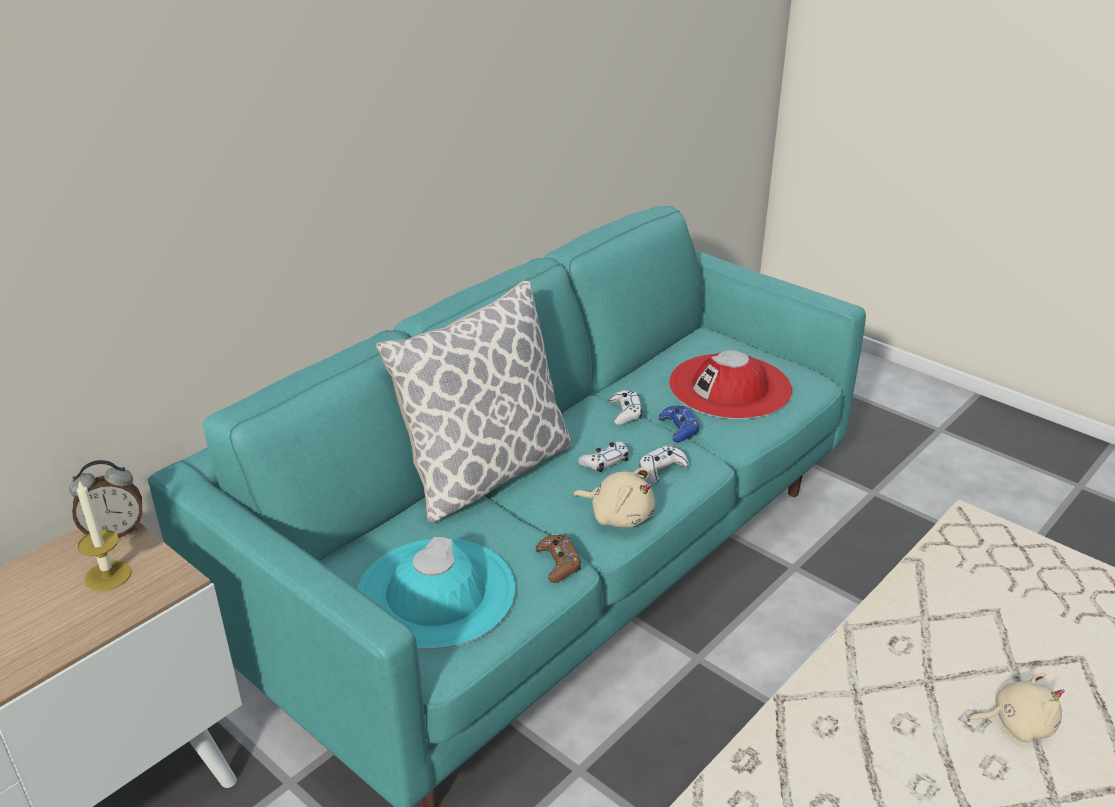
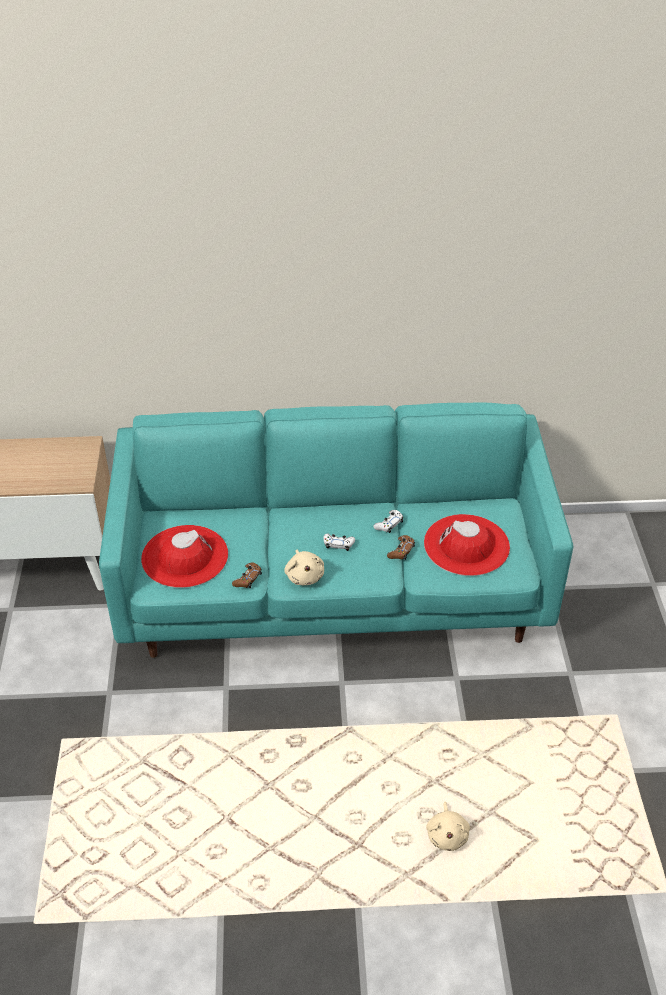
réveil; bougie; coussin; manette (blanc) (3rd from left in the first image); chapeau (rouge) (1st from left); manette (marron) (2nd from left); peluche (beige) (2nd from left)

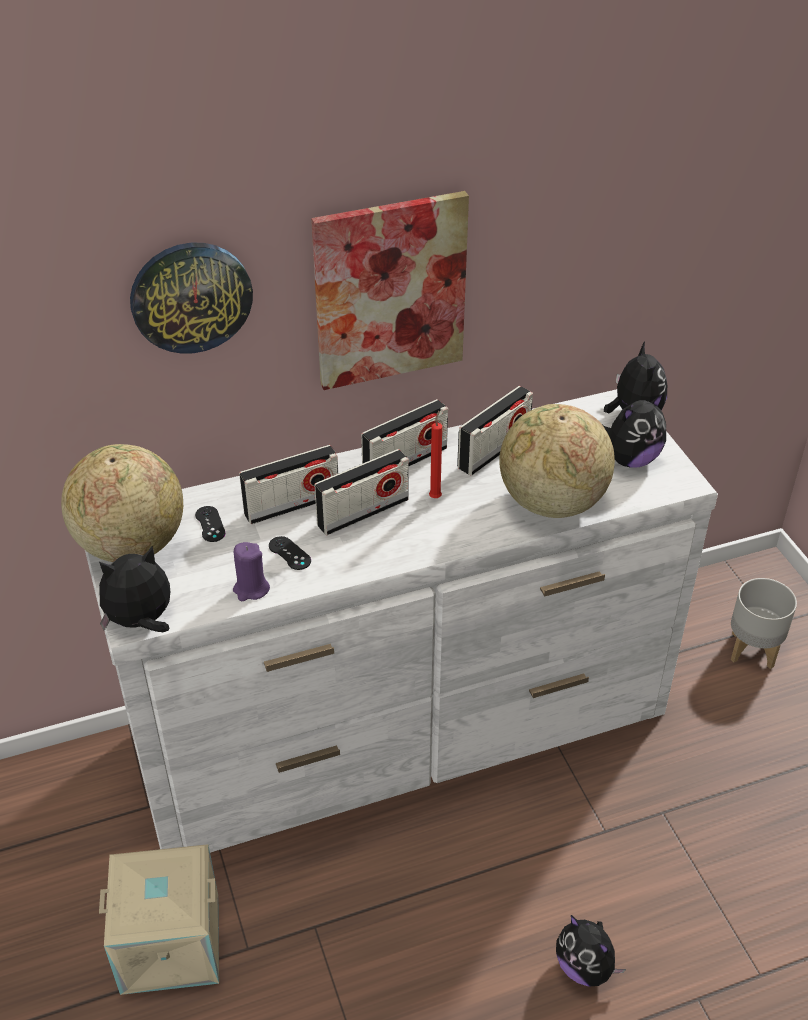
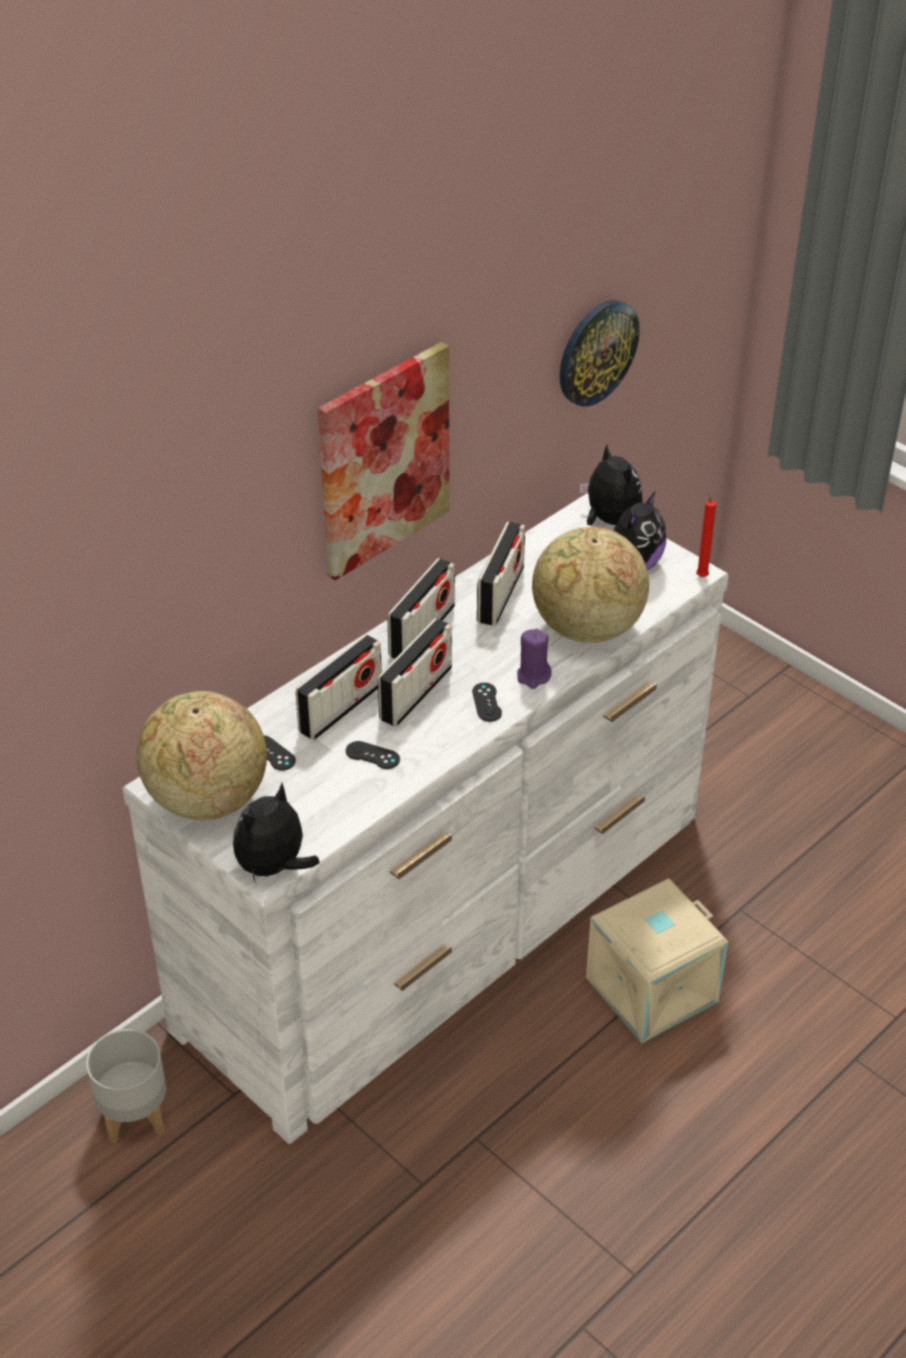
peluche (2nd from left in the first image); manette (noir) (3rd from left); boîte de rangement (beige); horloge murale; bougie (violet); bougie (rouge); cache-pot (gris)

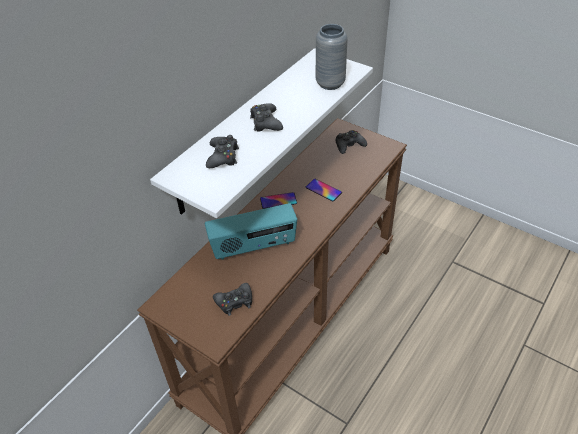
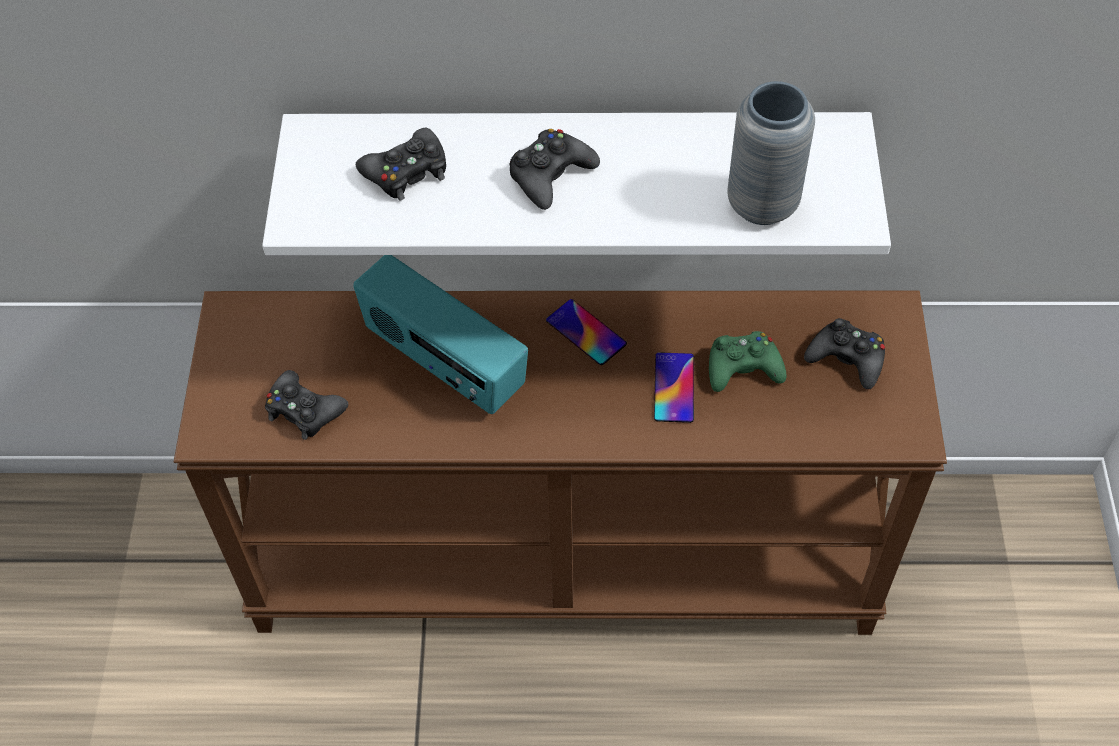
manette (vert)

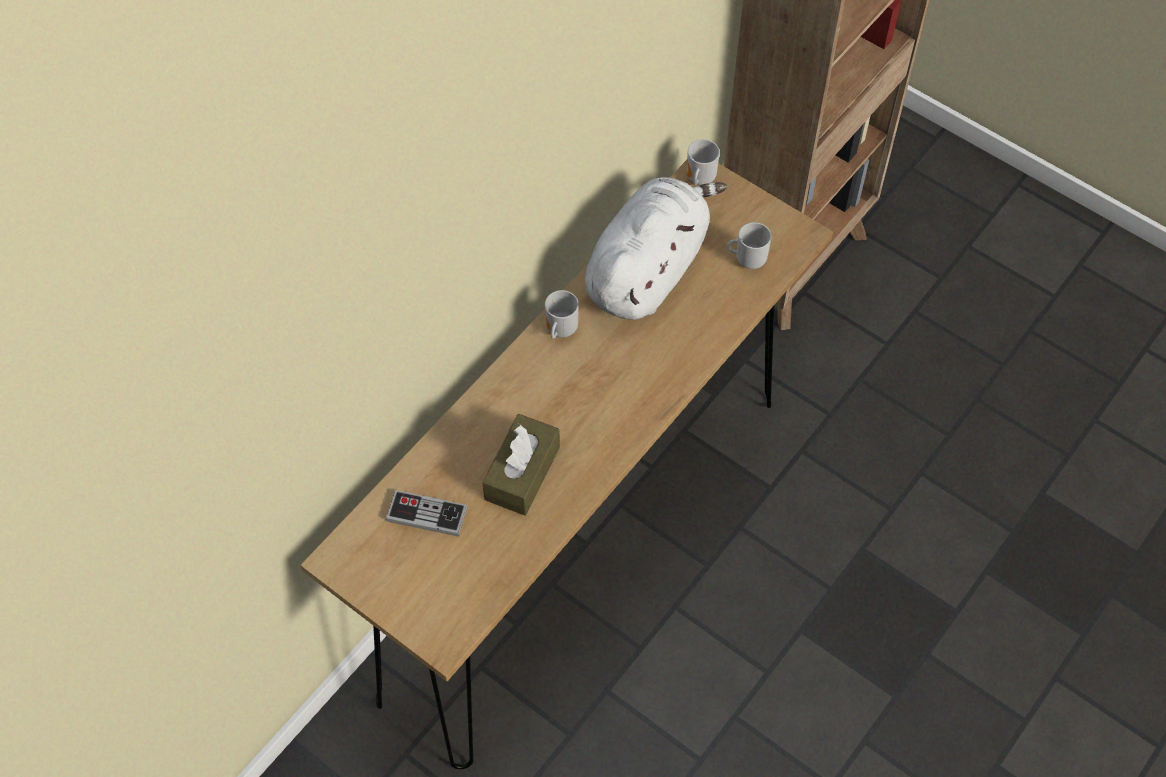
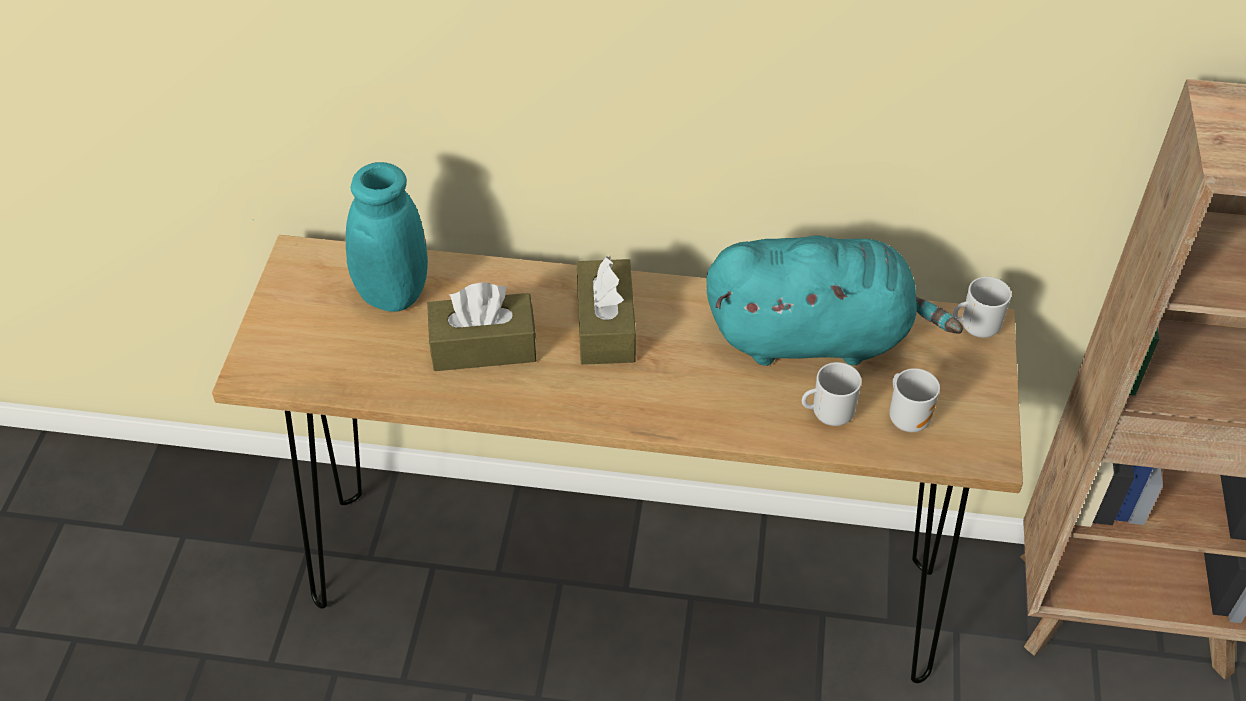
boîte à mouchoirs (marron) (2nd from left); mug (1st from left); vase (turquoise); peluche (turquoise)

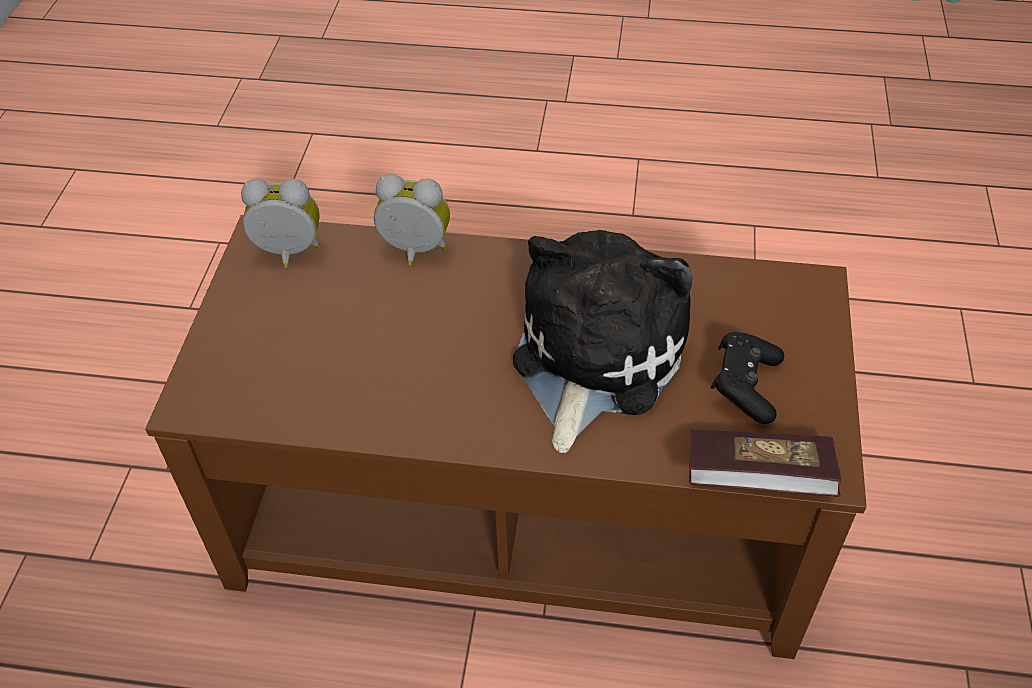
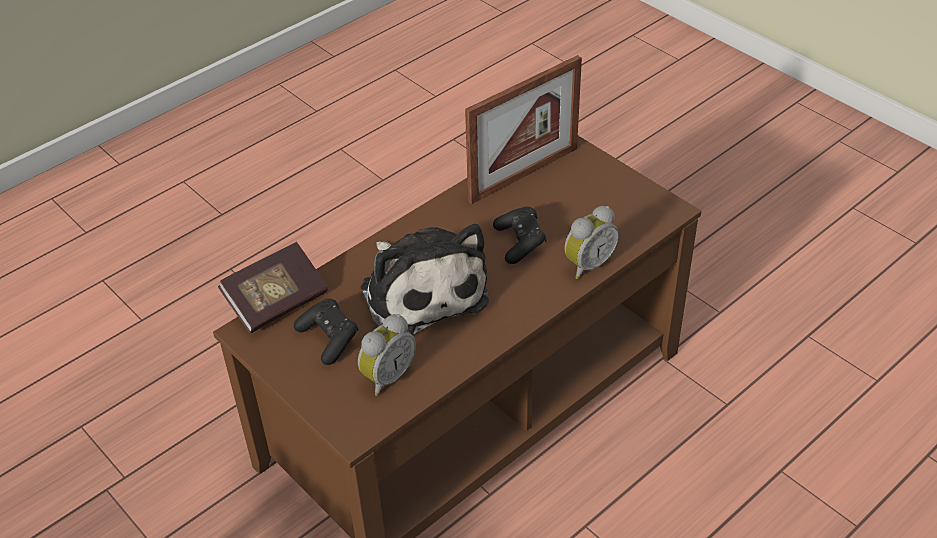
cadre photo; manette (noir) (2nd from left); réveil (1st from left)

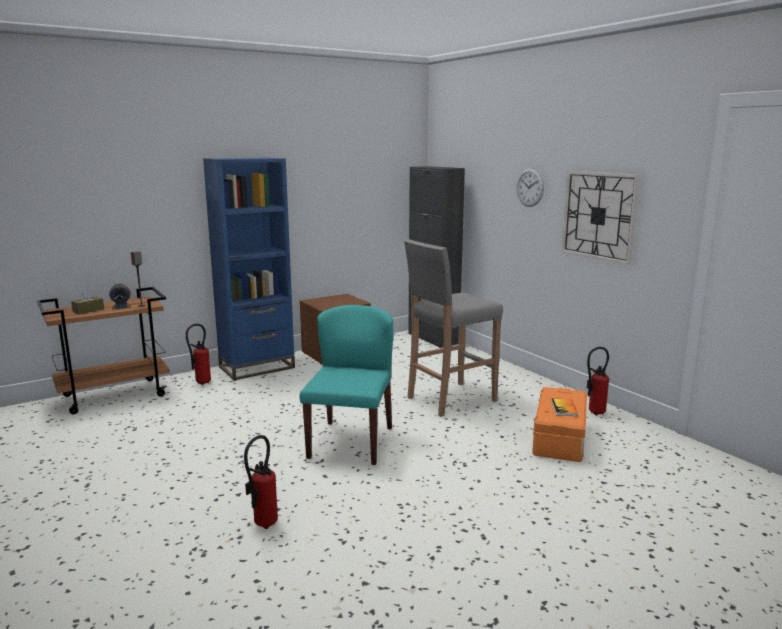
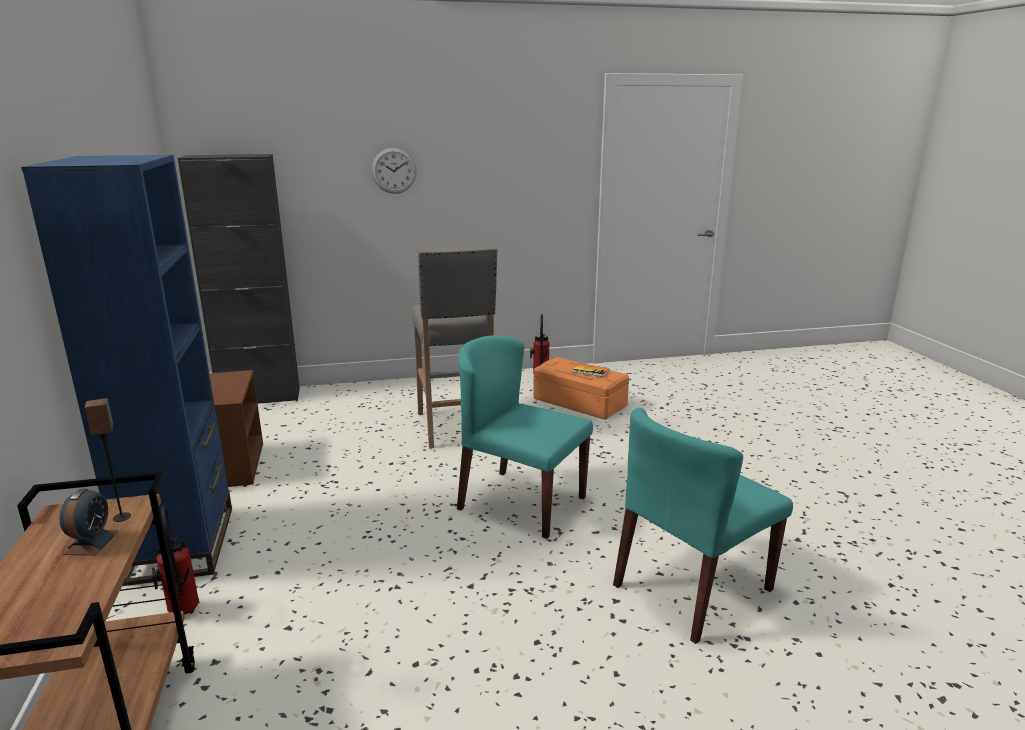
boîte à mouchoirs (marron); horloge murale (2nd from left in the first image); chaise (turquoise) (2nd from left)

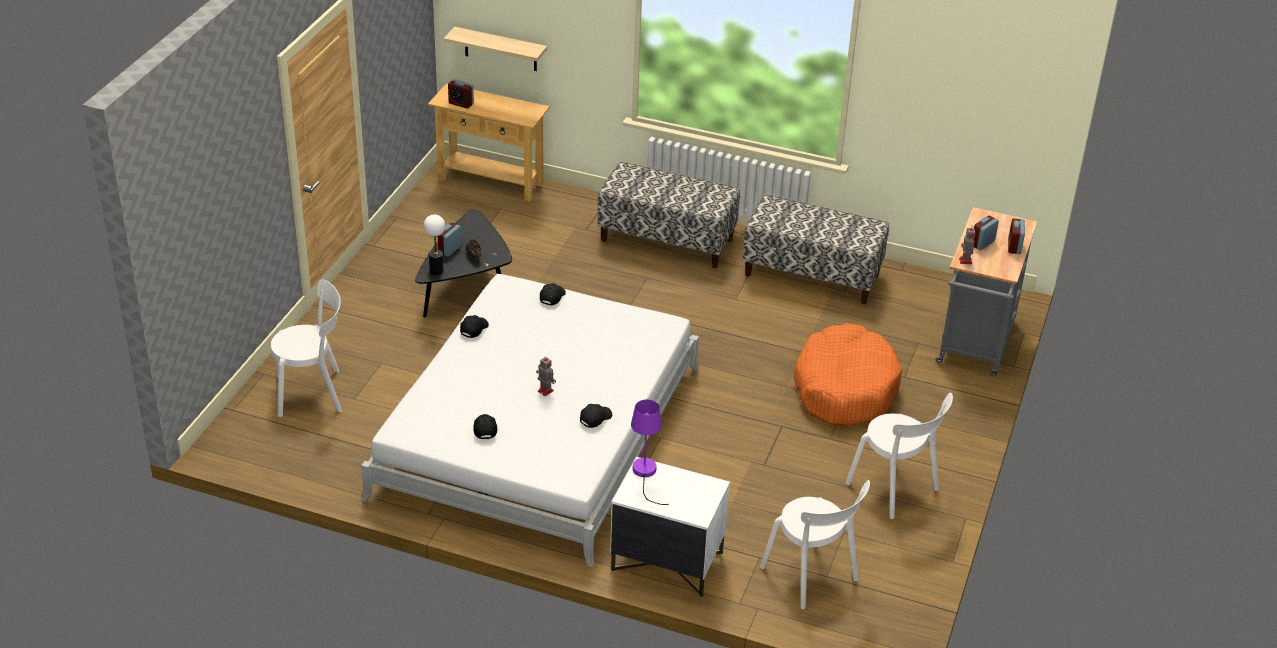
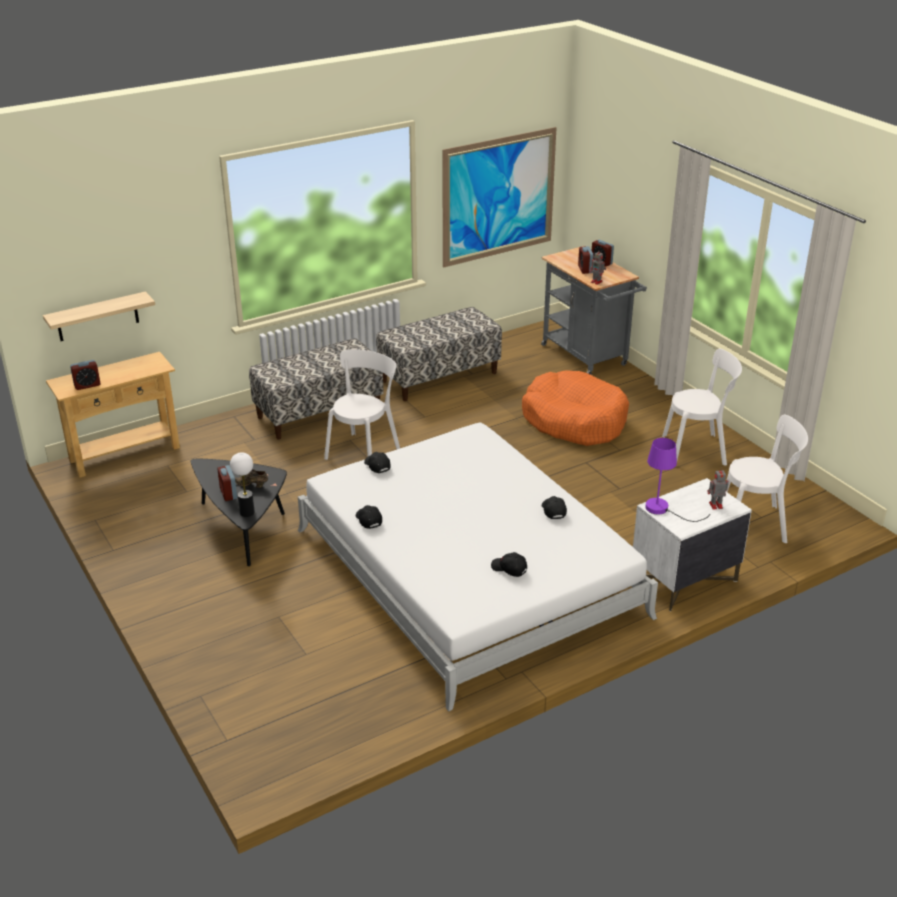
tableau; chaise (blanc) (1st from left); robot jouet (2nd from left)

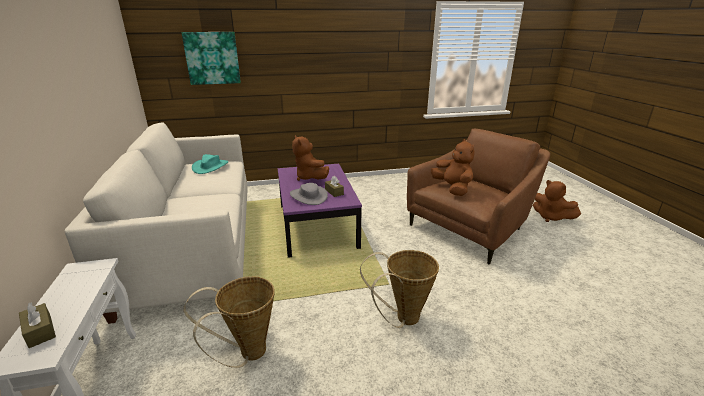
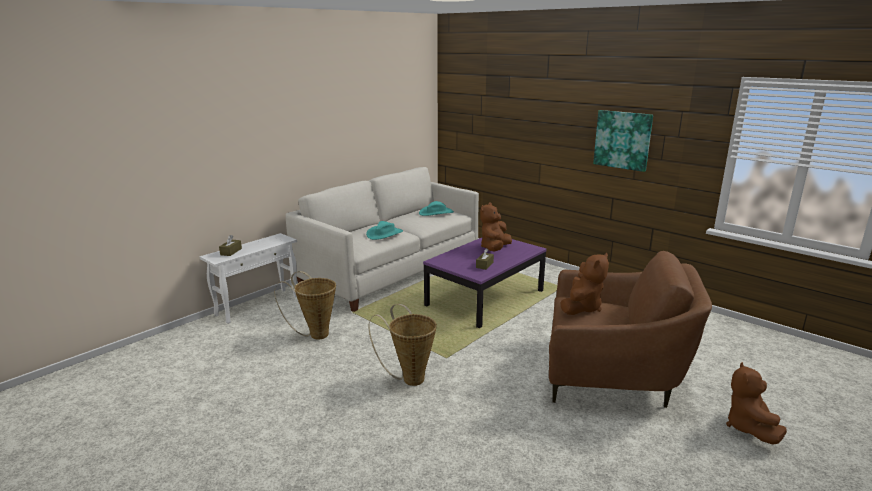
chapeau (gris); chapeau (turquoise) (1st from left); tableau

